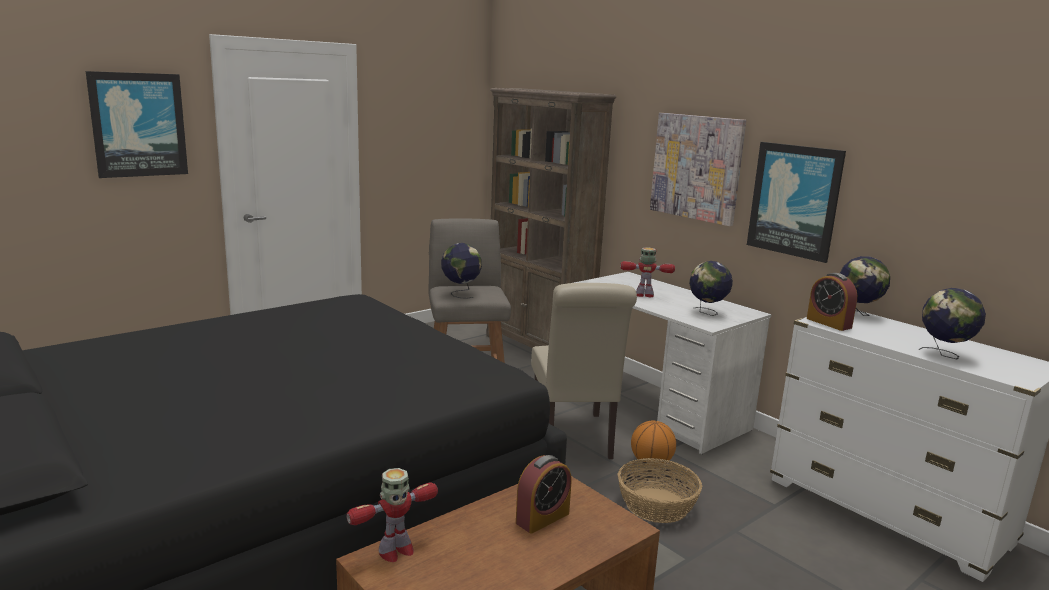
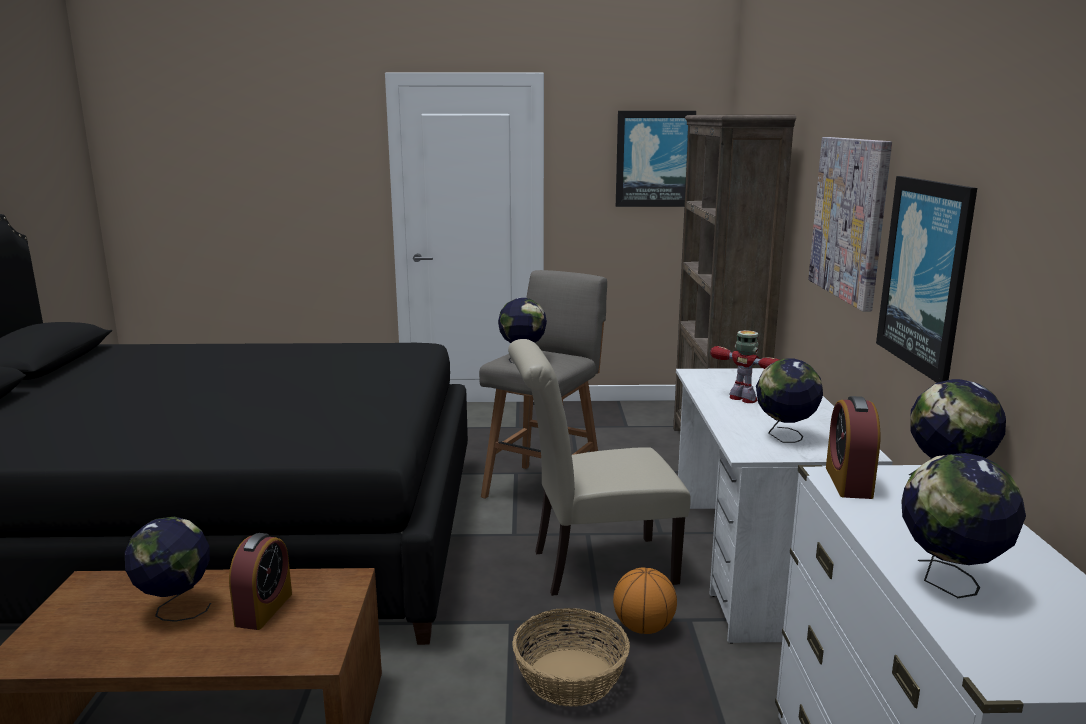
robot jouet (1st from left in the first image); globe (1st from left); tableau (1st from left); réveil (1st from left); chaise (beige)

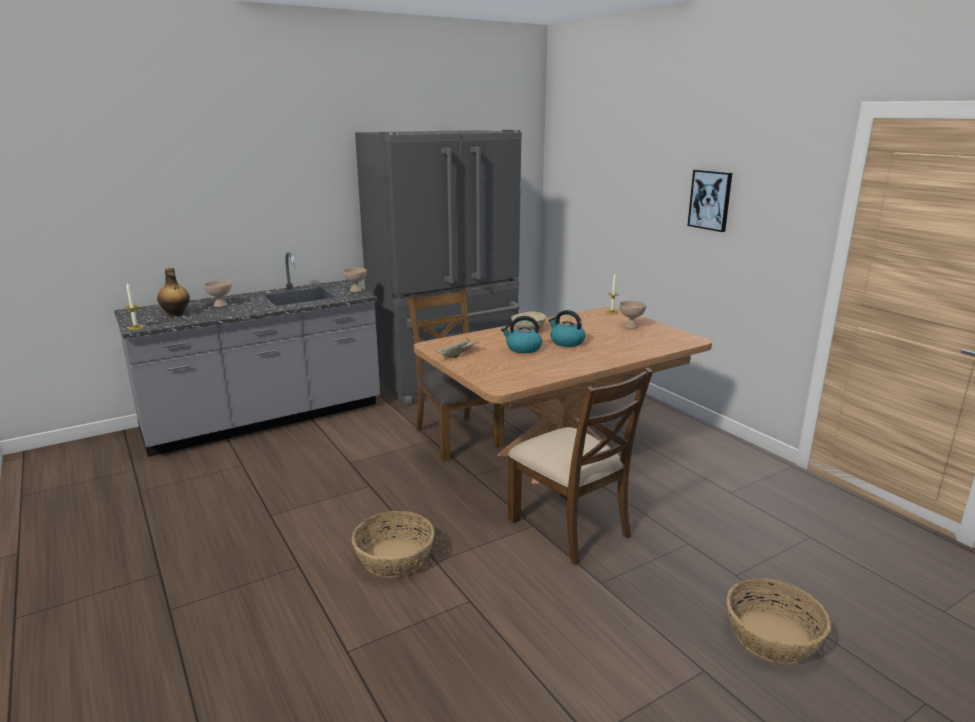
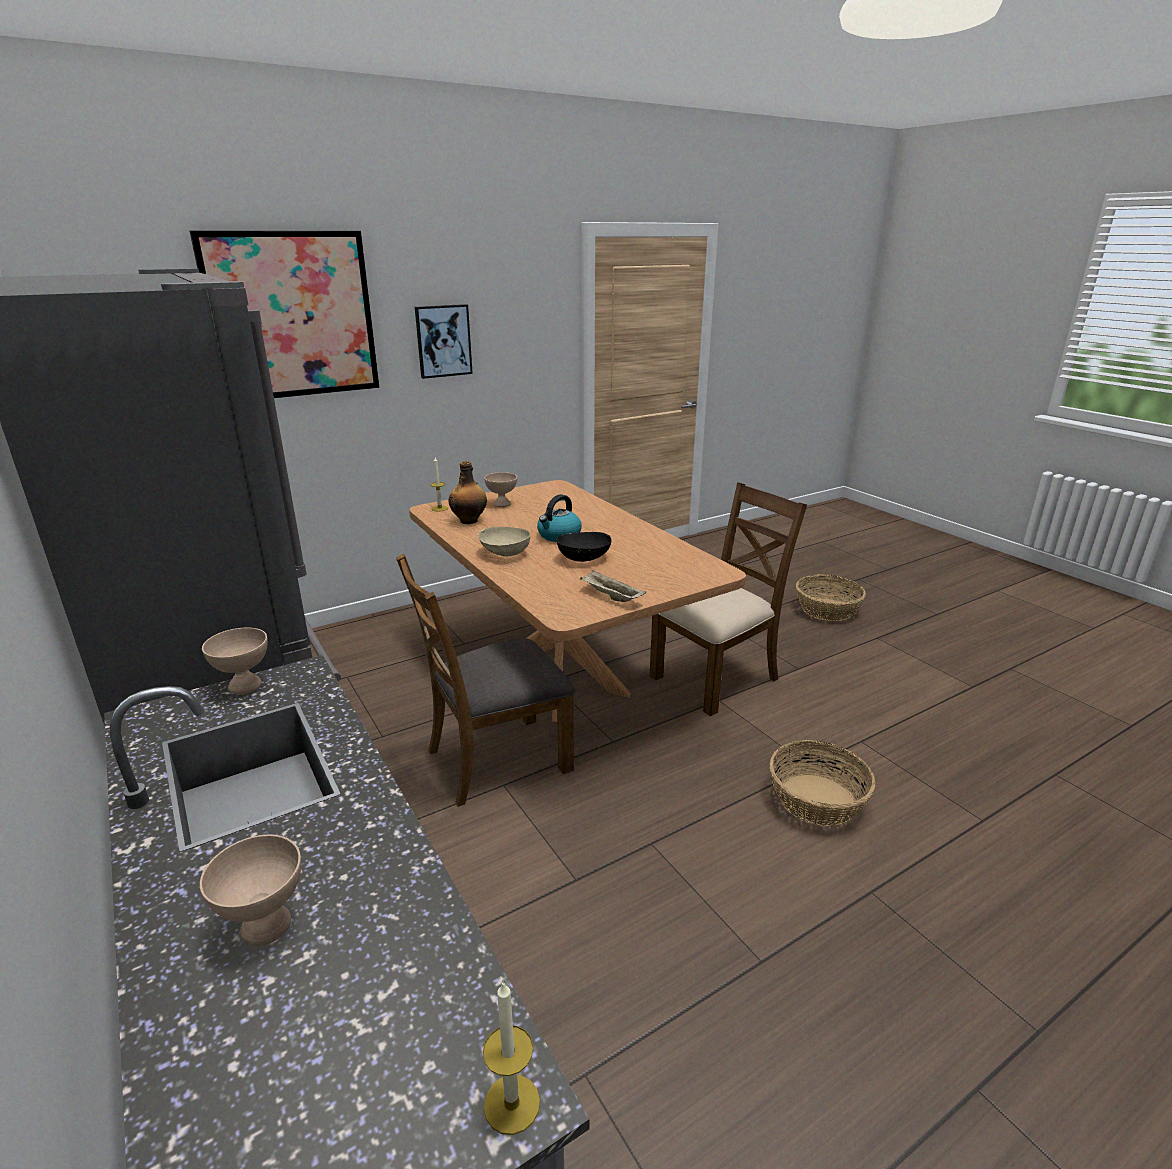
tableau (1st from left); bouteille; bol (noir)

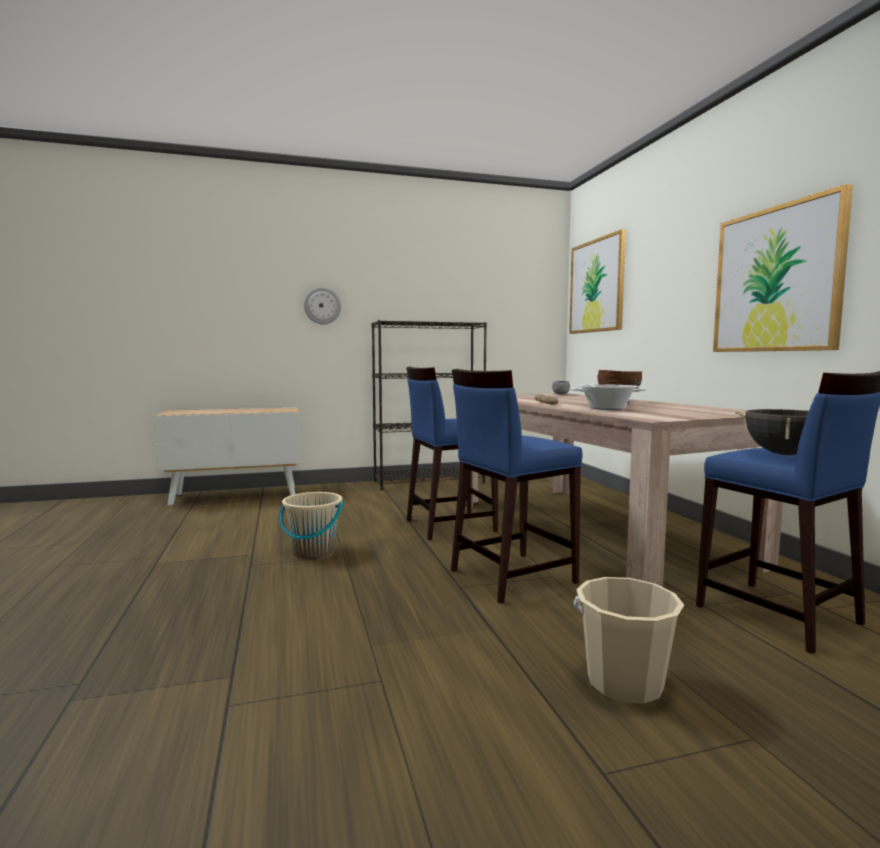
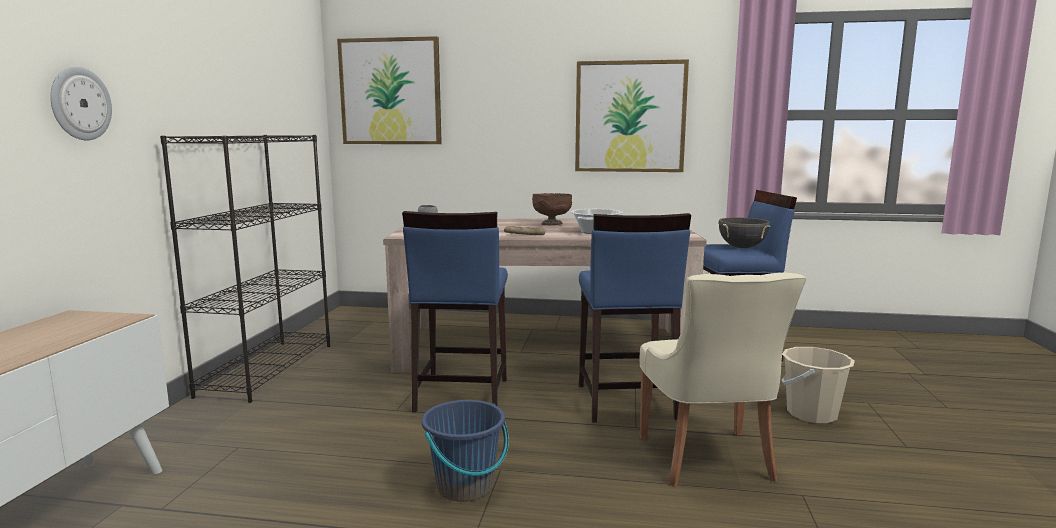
chaise (beige); seau (bleu)

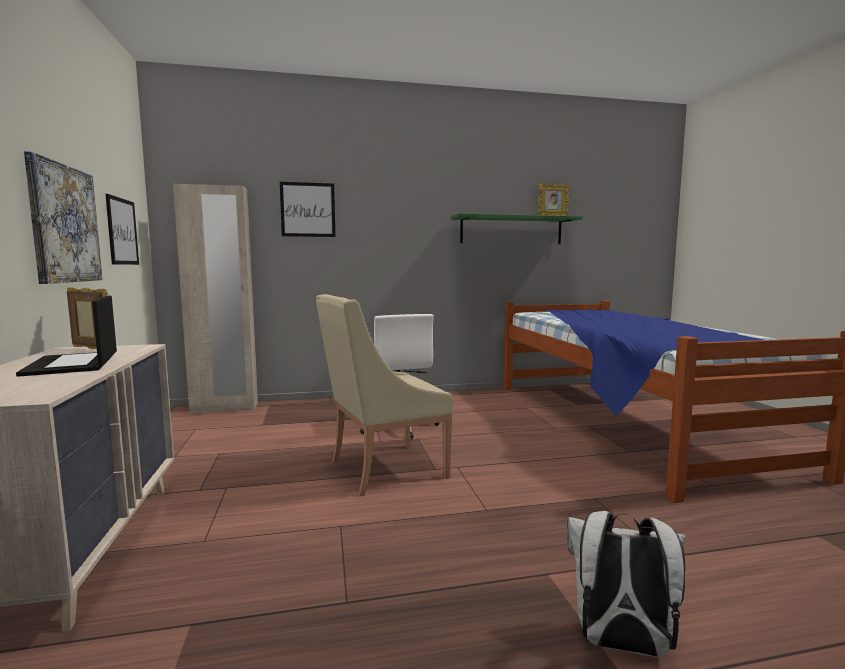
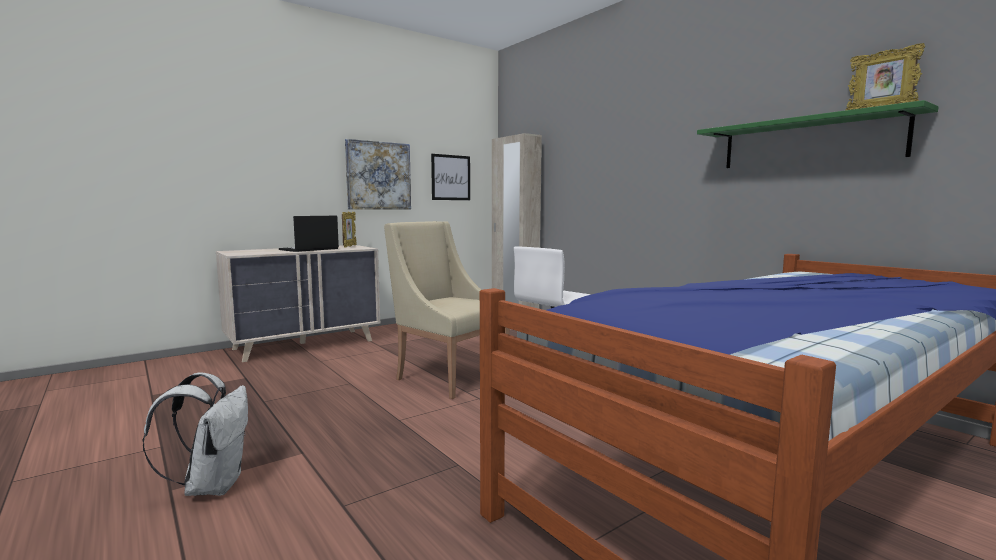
tableau (3rd from left in the first image)

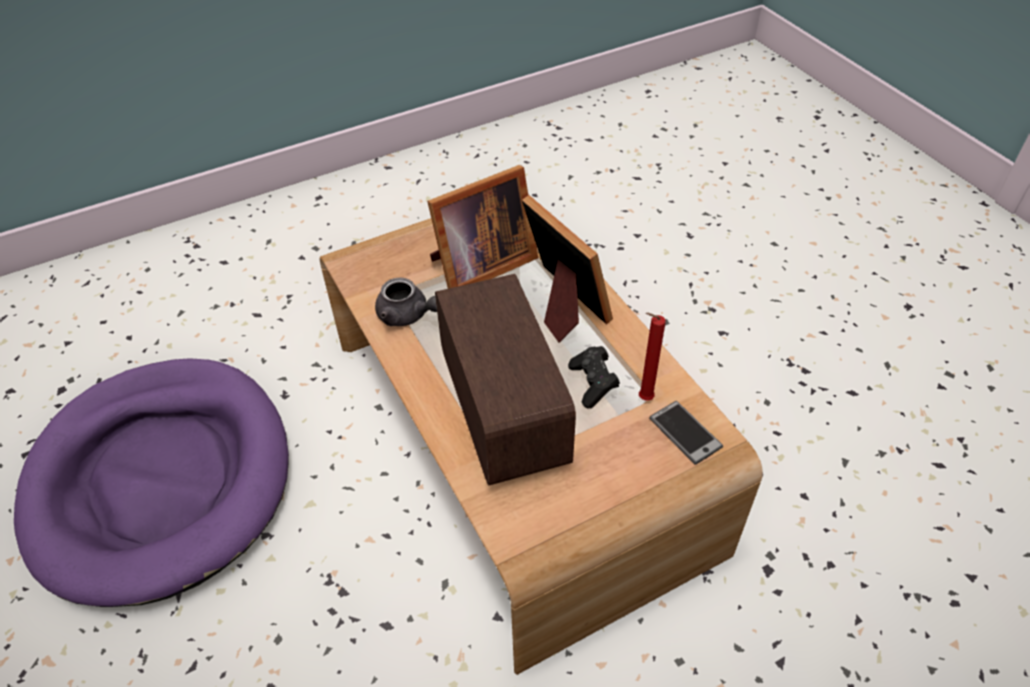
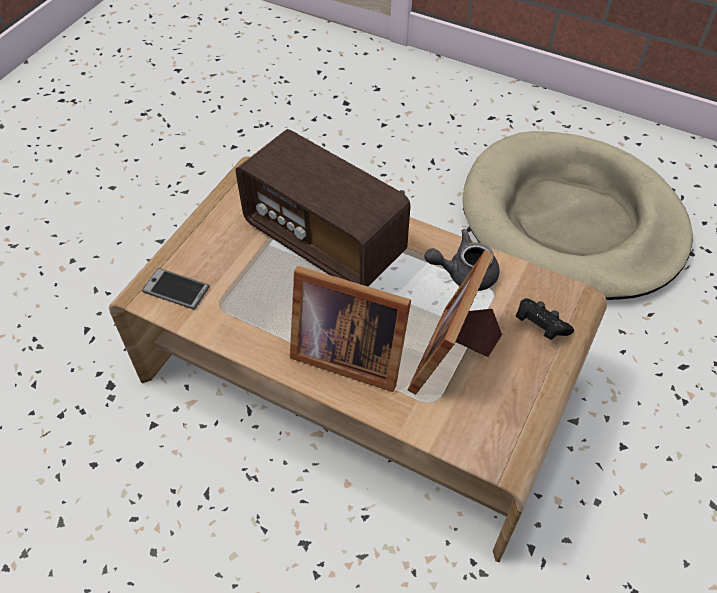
bougie (rouge); manette (noir); panier pour chien (beige)

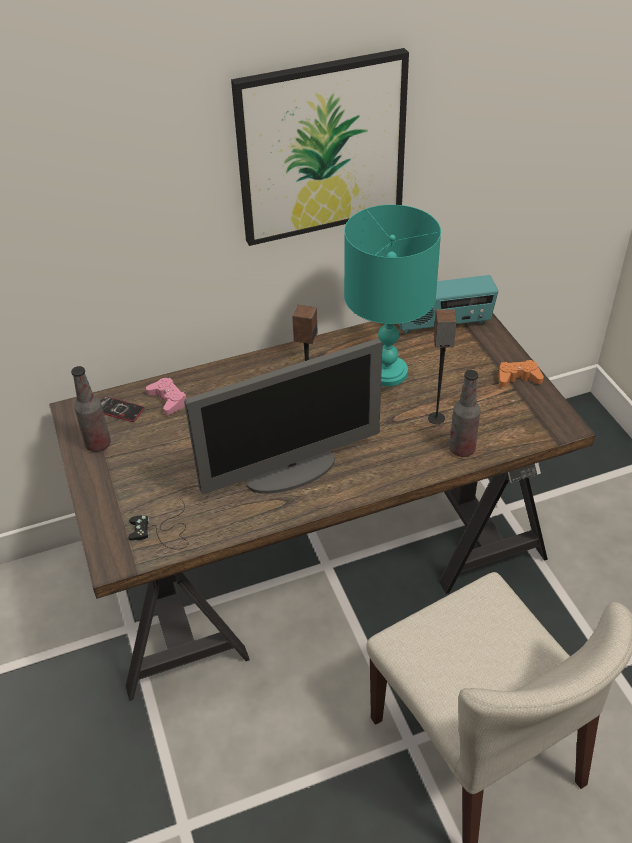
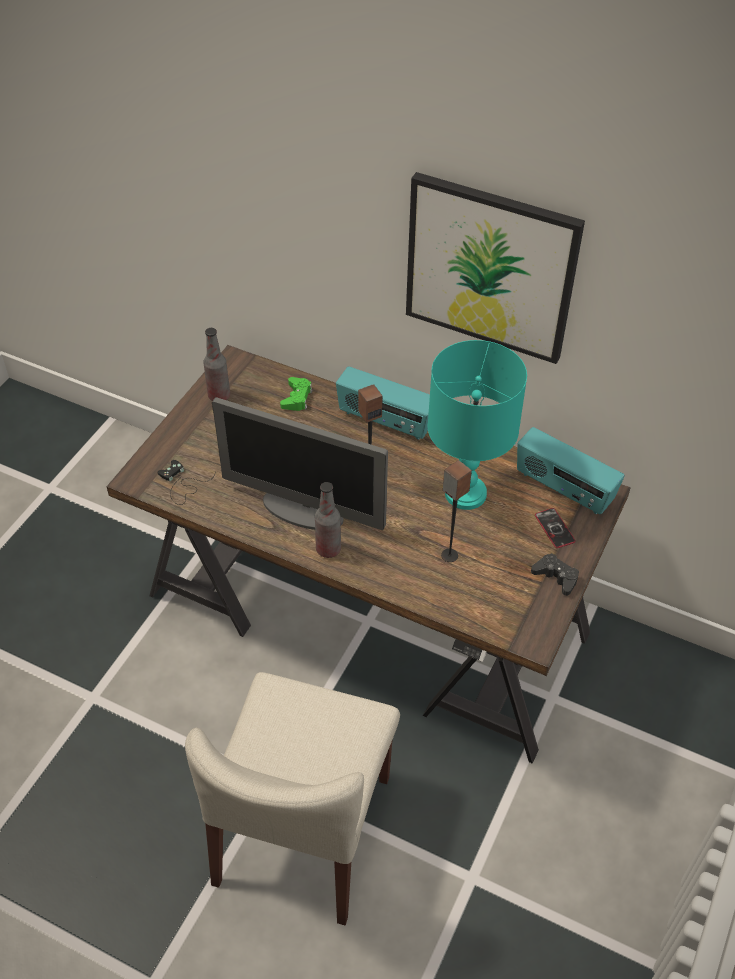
radio (1st from left); téléphone; bouteille (2nd from left); manette (vert); manette (noir) (2nd from left)

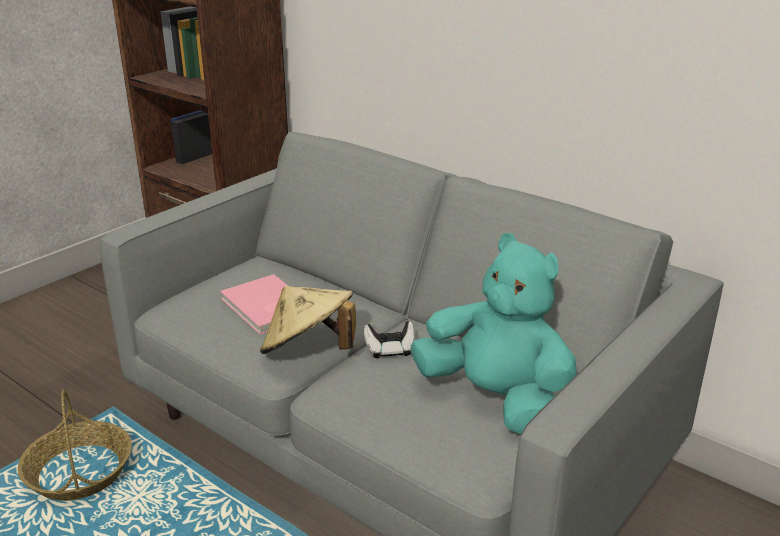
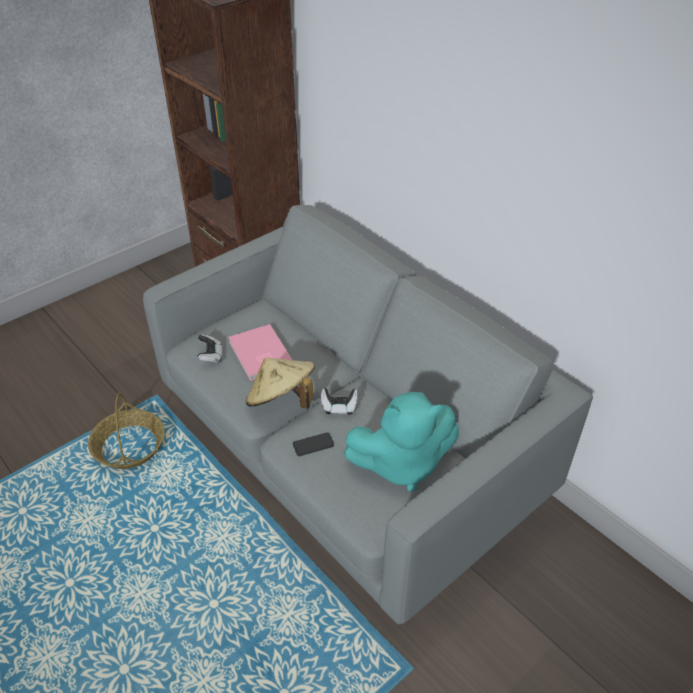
manette (1st from left); téléphone; peluche (turquoise)

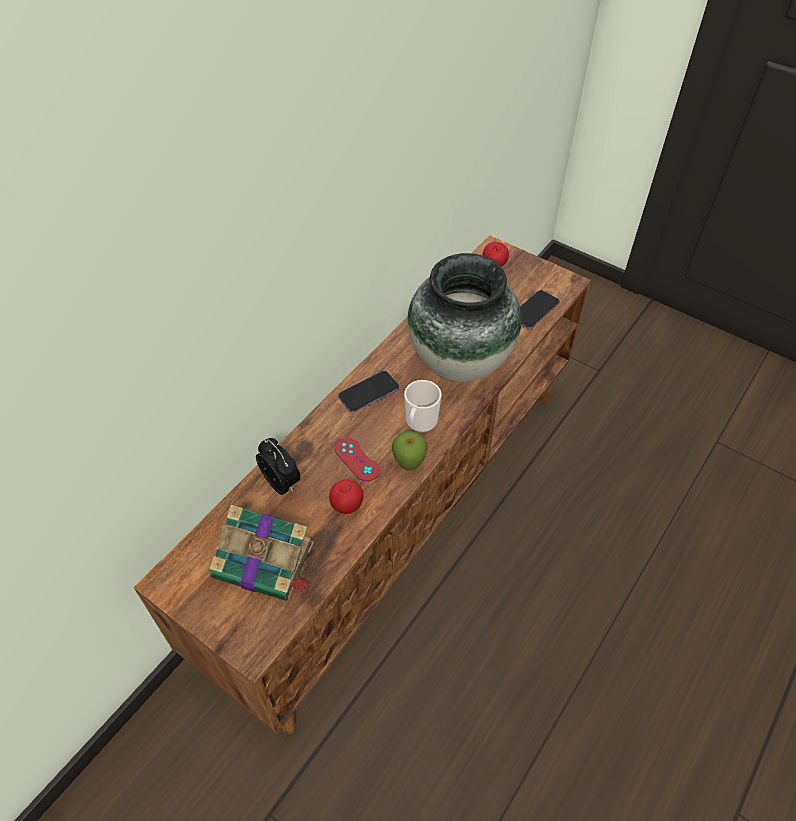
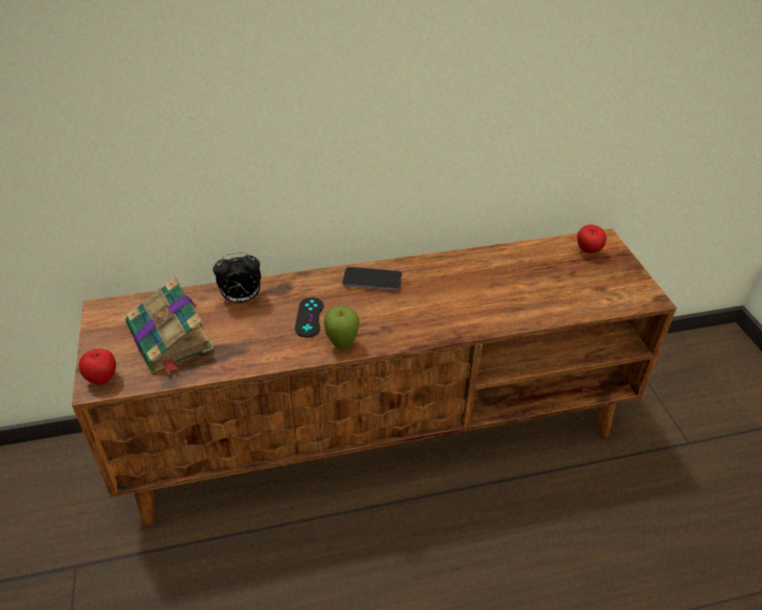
mug; vase; téléphone (2nd from left in the first image); pomme (1st from left); manette (noir); réveil

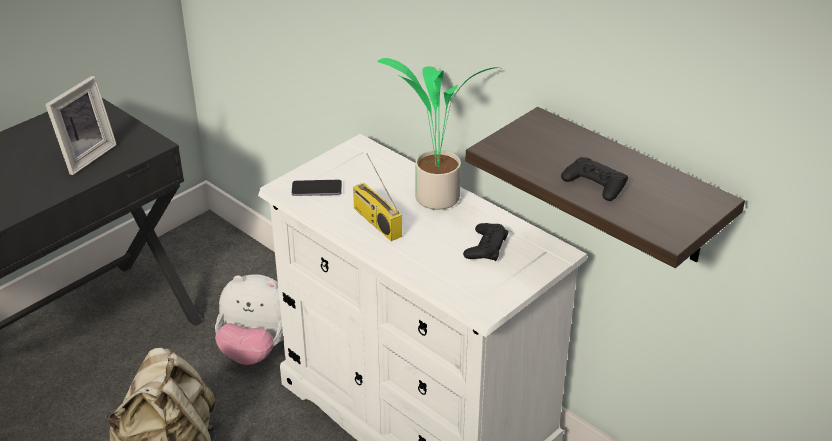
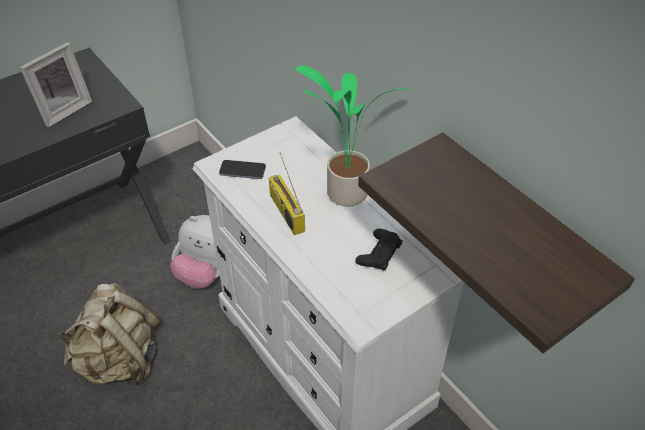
manette (noir) (2nd from left in the first image)

